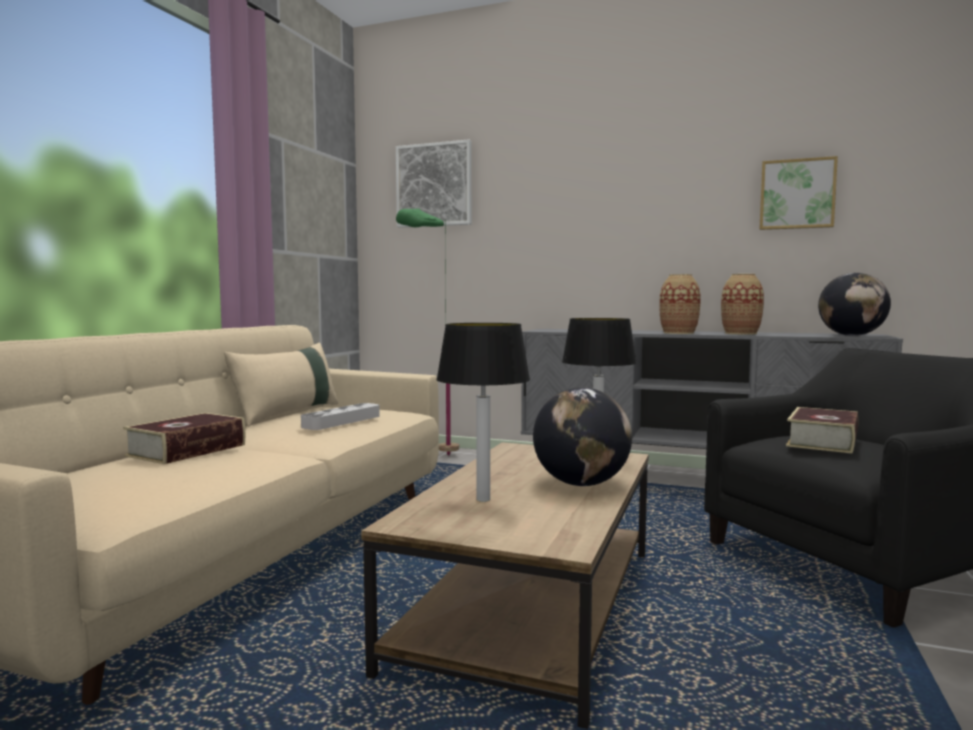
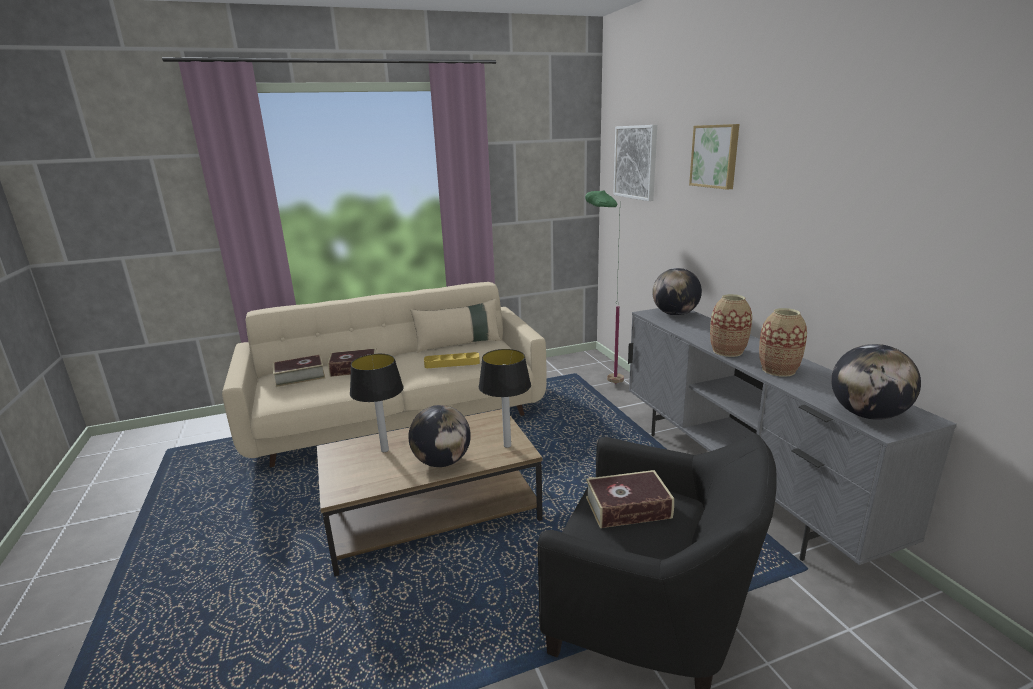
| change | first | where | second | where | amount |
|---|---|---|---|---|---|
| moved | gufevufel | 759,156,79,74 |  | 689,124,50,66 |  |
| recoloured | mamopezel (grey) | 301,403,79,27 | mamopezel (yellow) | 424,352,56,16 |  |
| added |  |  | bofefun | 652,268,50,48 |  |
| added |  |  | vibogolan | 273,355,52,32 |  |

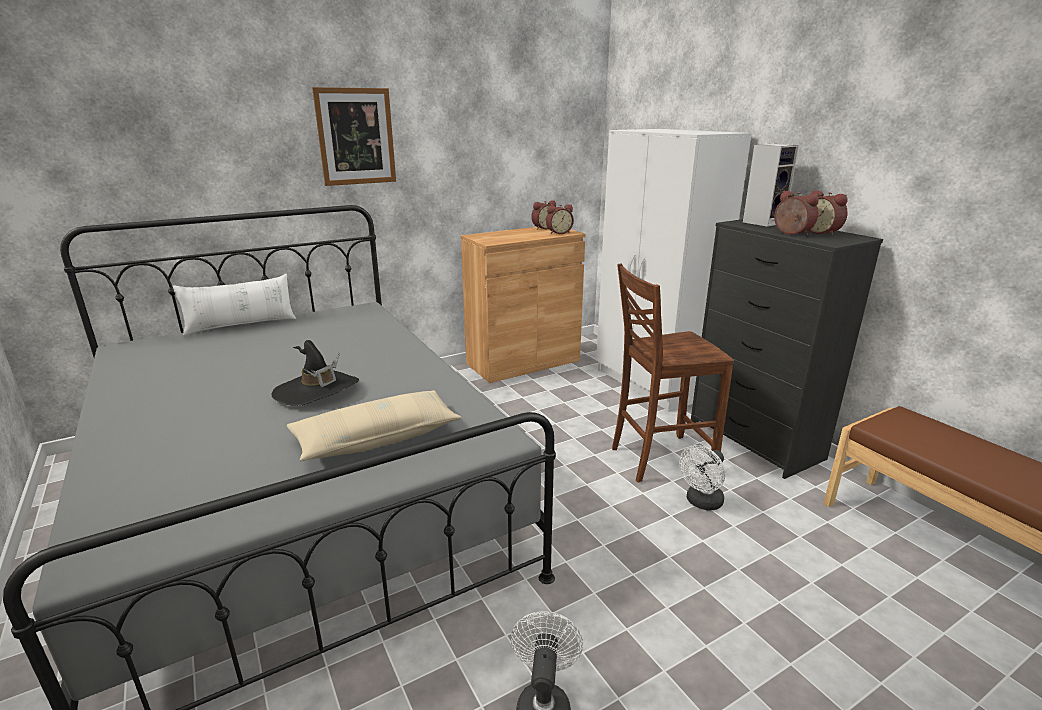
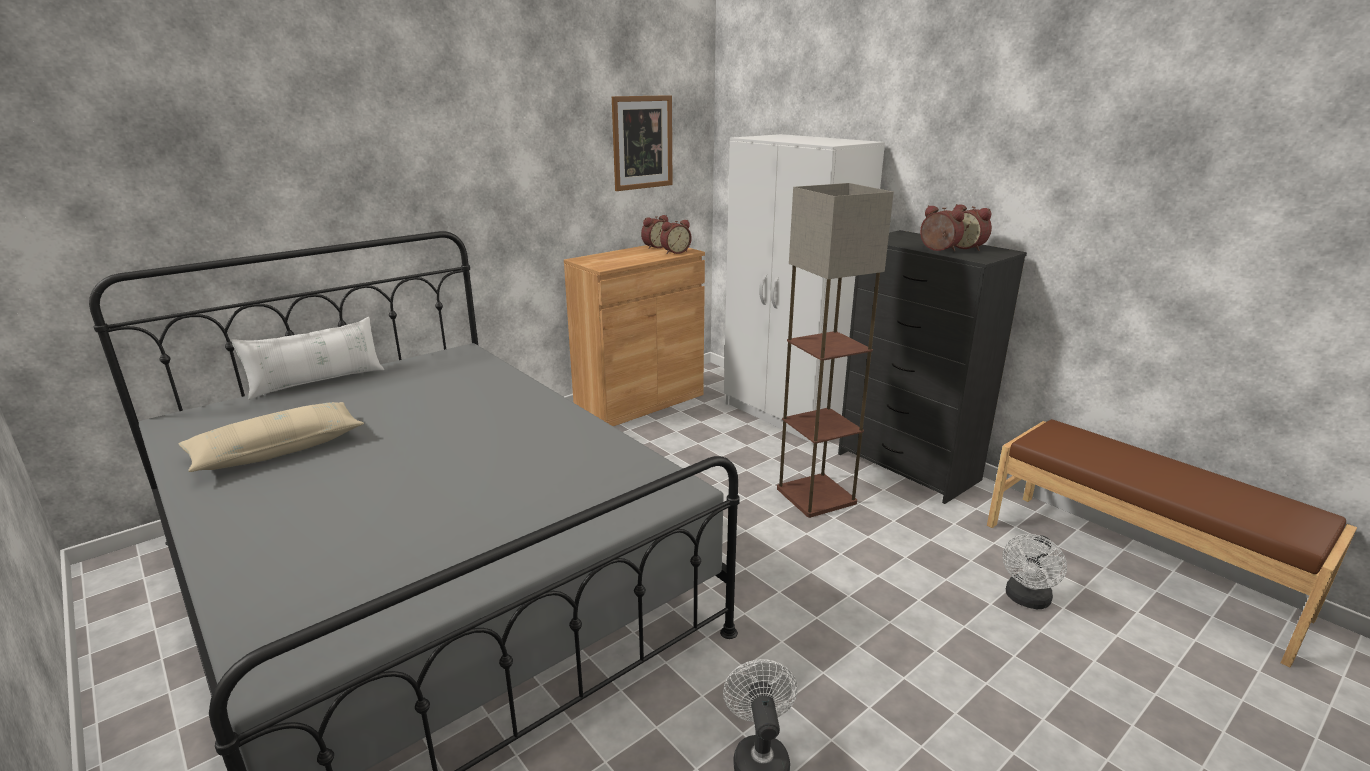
| change | first | where | second | where | amount |
|---|---|---|---|---|---|
| moved | gufevufel | 312,87,84,99 |  | 612,95,61,96 |  |
| removed | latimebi | 743,144,56,83 |  |  |  |
| replaced | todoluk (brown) | 612,264,122,219 | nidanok | 777,183,117,335 |  |
| removed | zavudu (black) | 271,340,88,66 |  |  |  |
| moved | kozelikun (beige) | 287,390,175,71 |  | 178,402,186,70 |  |
| moved | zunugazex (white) | 679,445,46,65 |  | 1003,534,64,75 |  |

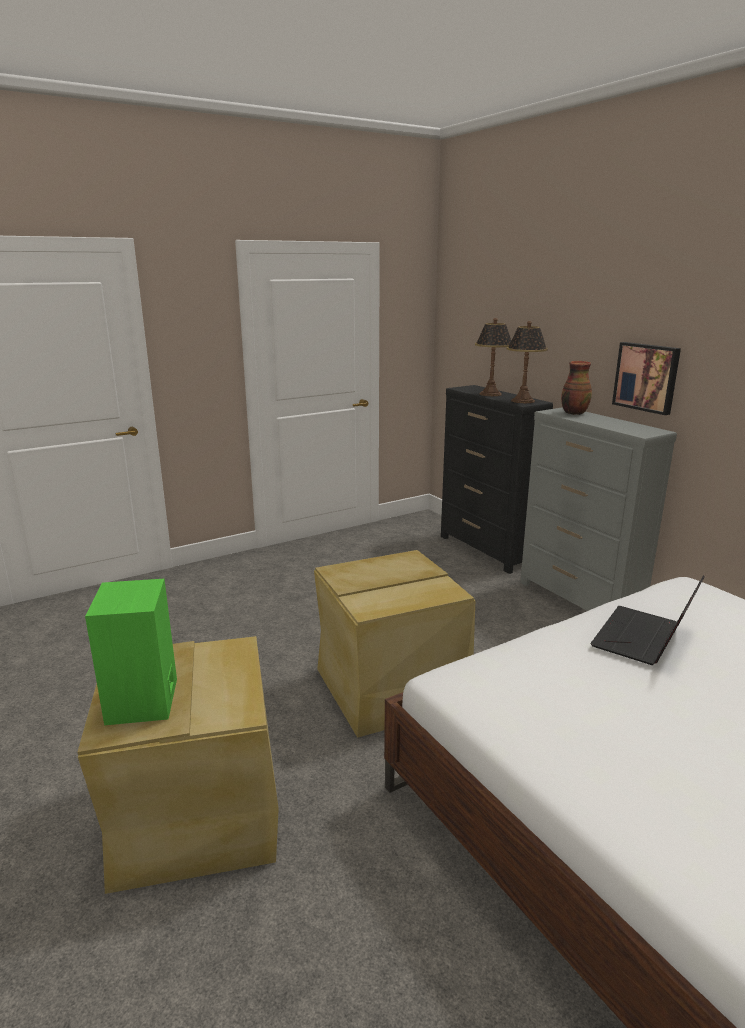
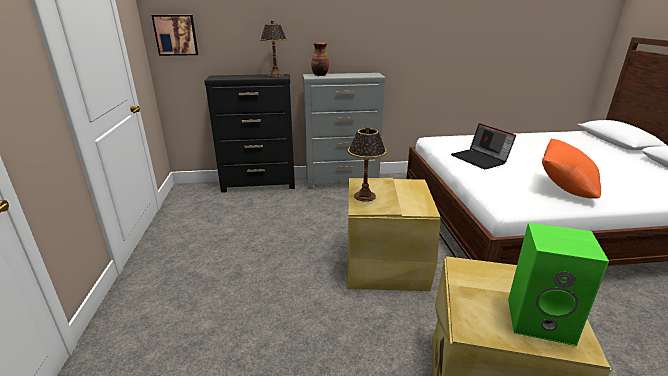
| change | first | where | second | where | amount |
|---|---|---|---|---|---|
| moved | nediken | 475,318,36,78 |  | 348,126,39,76 |  |
| moved | gufevufel | 612,342,69,73 |  | 152,15,46,41 |  |
| added |  |  | kozelikun (orange) | 542,139,59,60 |  |

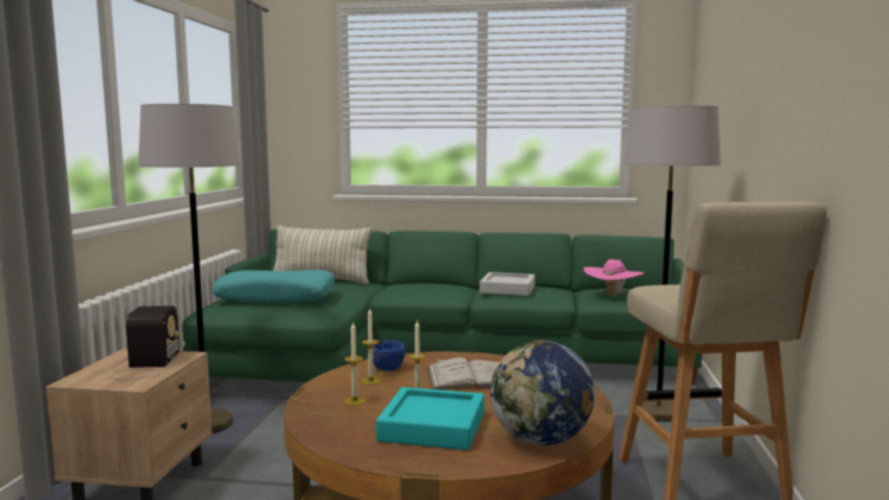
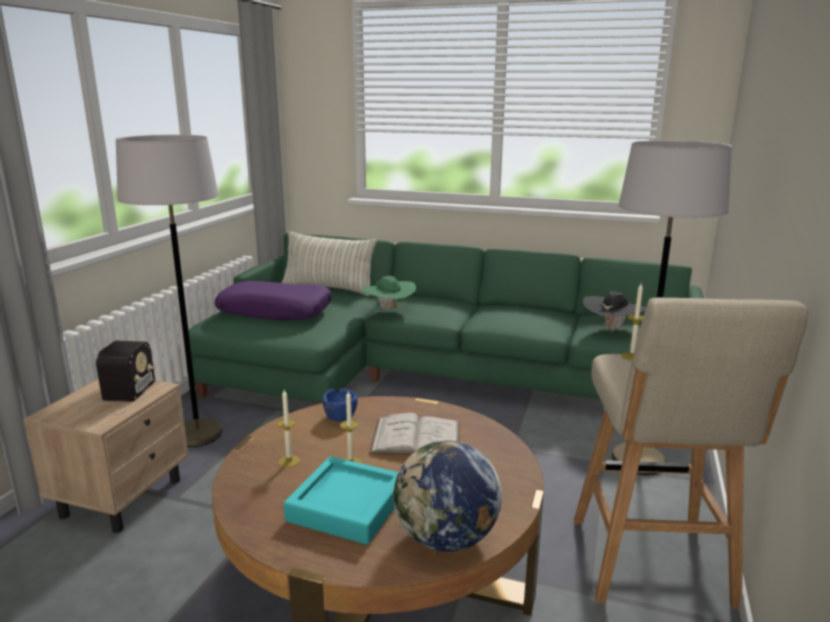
| change | first | where | second | where | amount |
|---|---|---|---|---|---|
| recoloured | zavudu (pink) | 584,259,60,38 | zavudu (black) | 583,291,63,40 |  |
| recoloured | kozelikun (turquoise) | 213,269,122,35 | kozelikun (purple) | 215,281,117,40 |  |
| removed | mamopezel (grey) | 480,272,55,24 |  |  |  |
| moved | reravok | 361,309,20,76 |  | 621,284,23,77 |  |
| added |  |  | zavudu (green) | 361,276,55,34 |  |

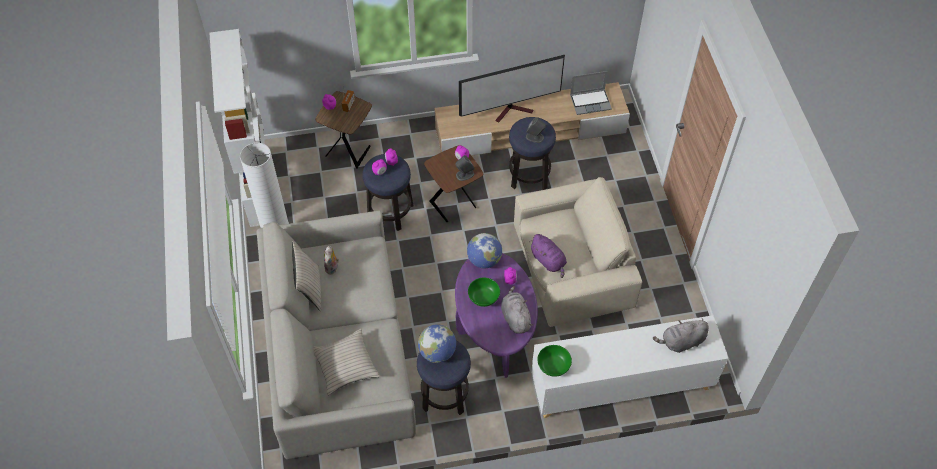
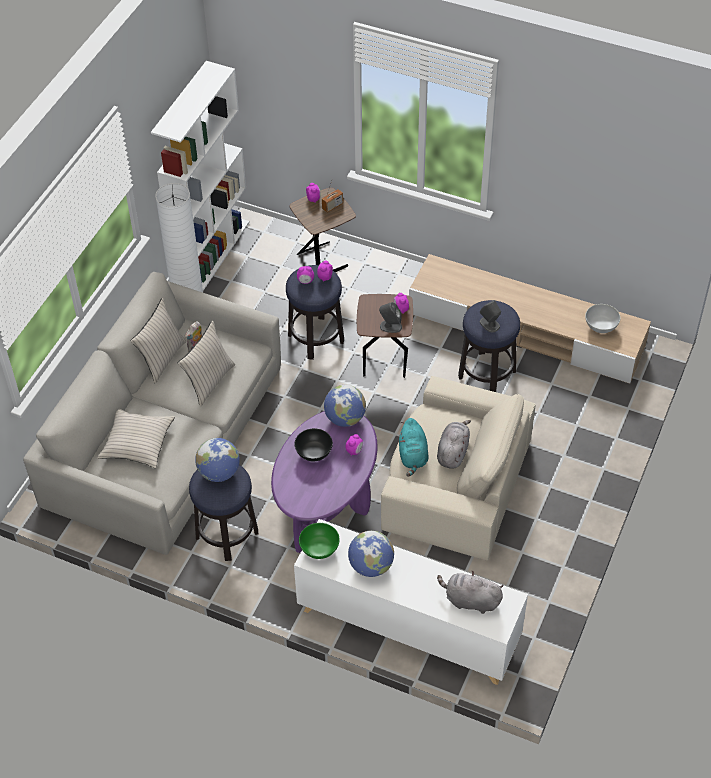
| change | first | where | second | where | amount |
|---|---|---|---|---|---|
| removed | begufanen | 459,55,106,68 |  |  |  |
| replaced | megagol | 570,71,42,44 | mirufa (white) | 585,304,36,29 |  |
| recoloured | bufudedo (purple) | 529,234,38,44 | bufudedo (turquoise) | 399,418,30,59 |  |
| recoloured | mirufa (green) | 468,277,32,30 | mirufa (black) | 294,428,39,34 |  |
| moved | bufudedo (grey) | 501,286,32,48 |  | 437,420,34,49 |  |
| added |  |  | kozelikun (beige) | 178,320,57,87 |  |
| added |  |  | bofefun | 348,531,46,46 |  |

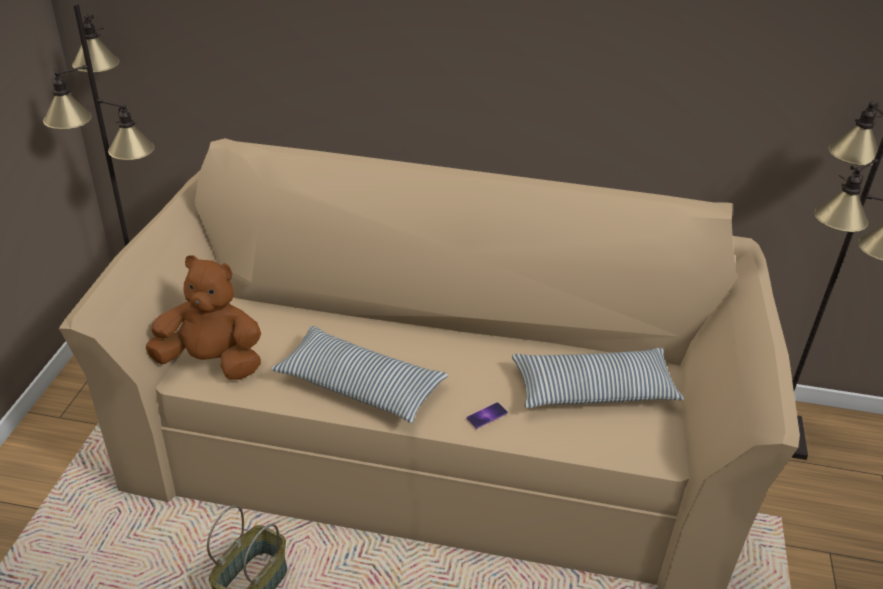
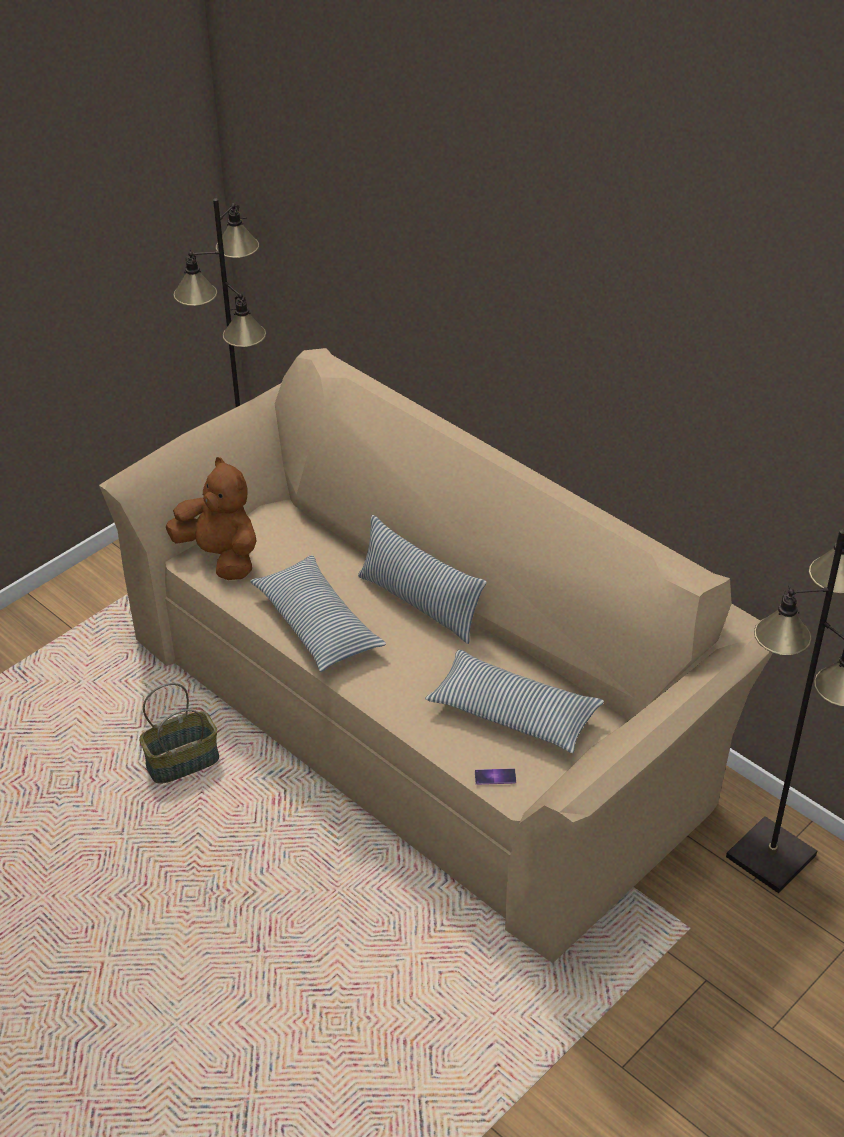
| change | first | where | second | where | amount |
|---|---|---|---|---|---|
| moved | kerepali | 466,402,42,27 |  | 475,768,41,17 |  |
| added |  |  | kozelikun | 358,515,128,129 |  |

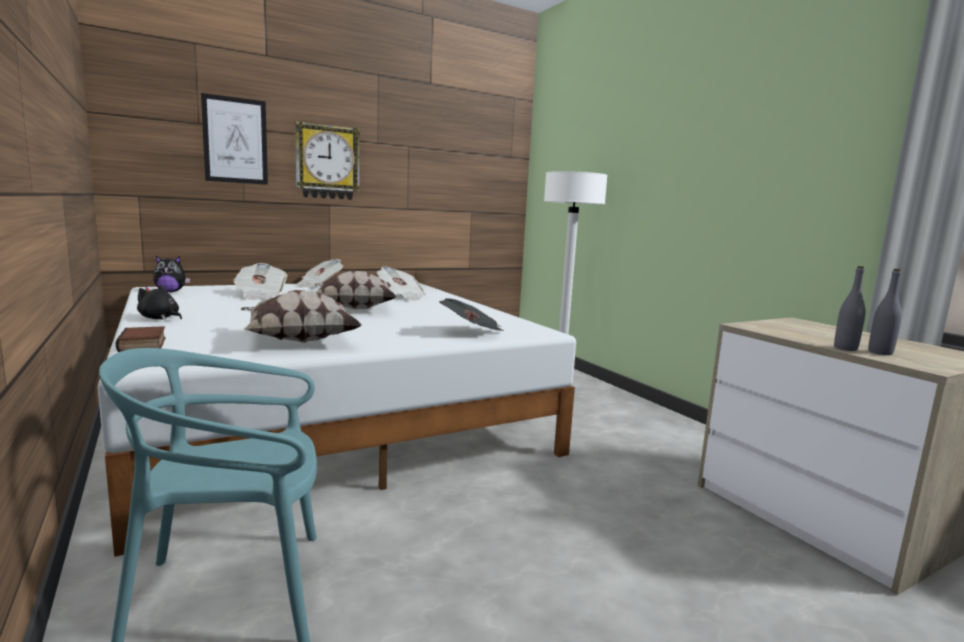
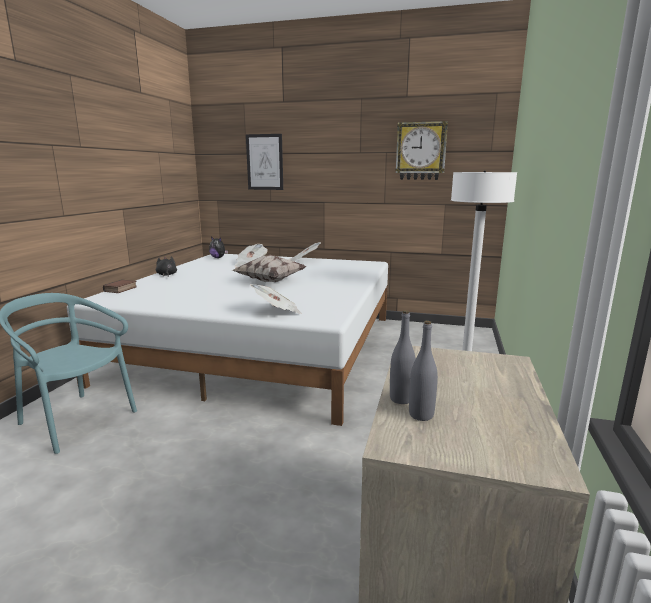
| change | first | where | second | where | amount |
|---|---|---|---|---|---|
| moved | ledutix | 295,121,65,79 |  | 395,121,53,59 |  |
| removed | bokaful | 377,266,49,35 |  |  |  |
| removed | kozelikun | 241,290,121,53 |  |  |  |

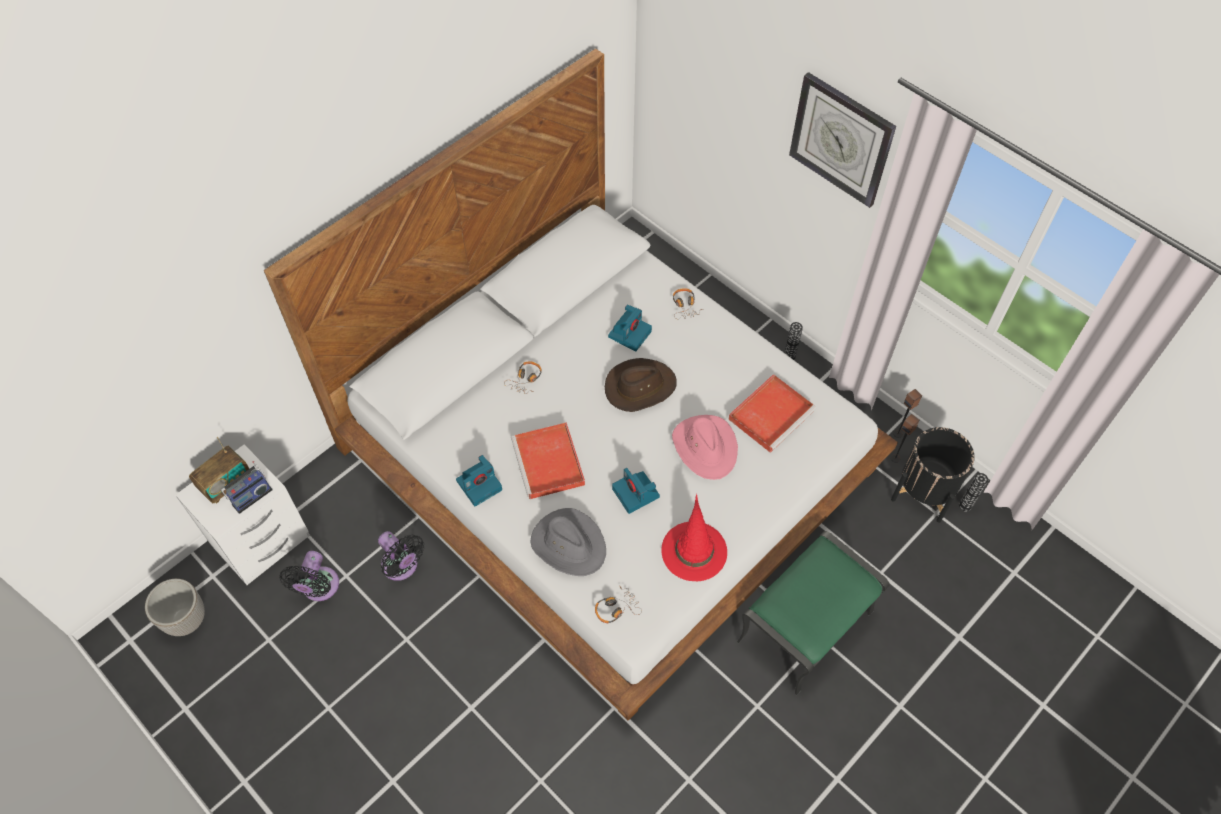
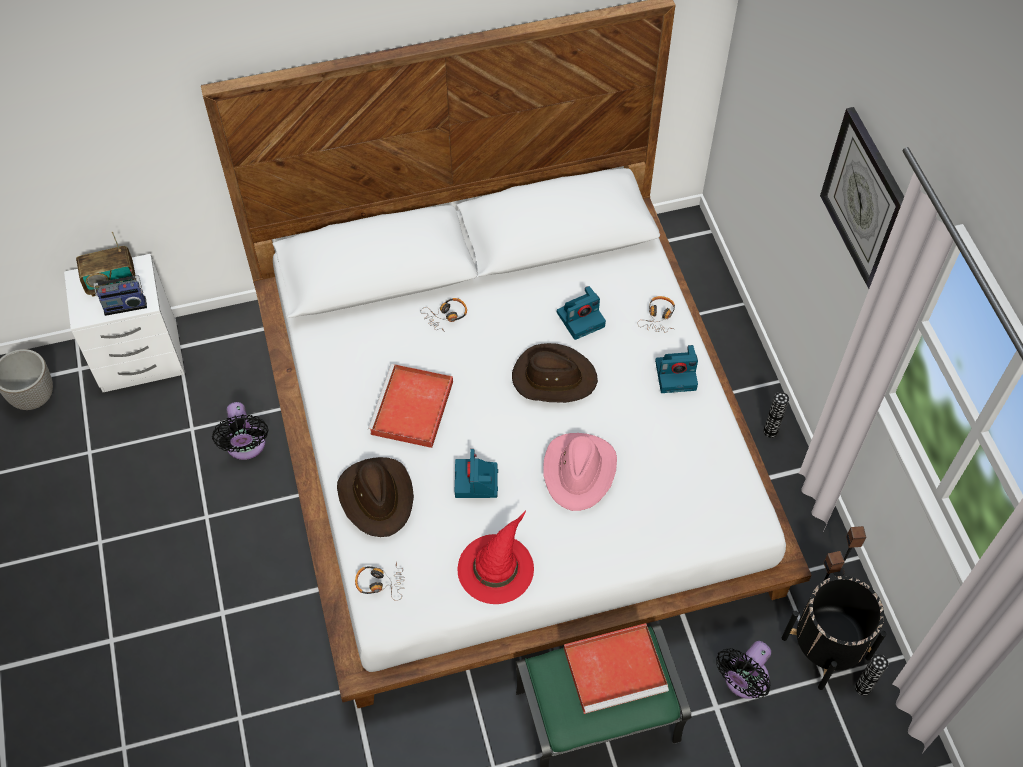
| change | first | where | second | where | amount |
|---|---|---|---|---|---|
| moved | mamopezel (red) | 729,374,87,79 |  | 564,623,105,91 |  |
| moved | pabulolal | 456,455,46,52 |  | 655,345,43,48 |  |
| recoloured | zavudu (grey) | 531,508,75,68 | zavudu (brown) | 337,457,77,80 |  |
| moved | zunugazex (black) | 279,551,60,50 |  | 716,641,55,58 |  |

